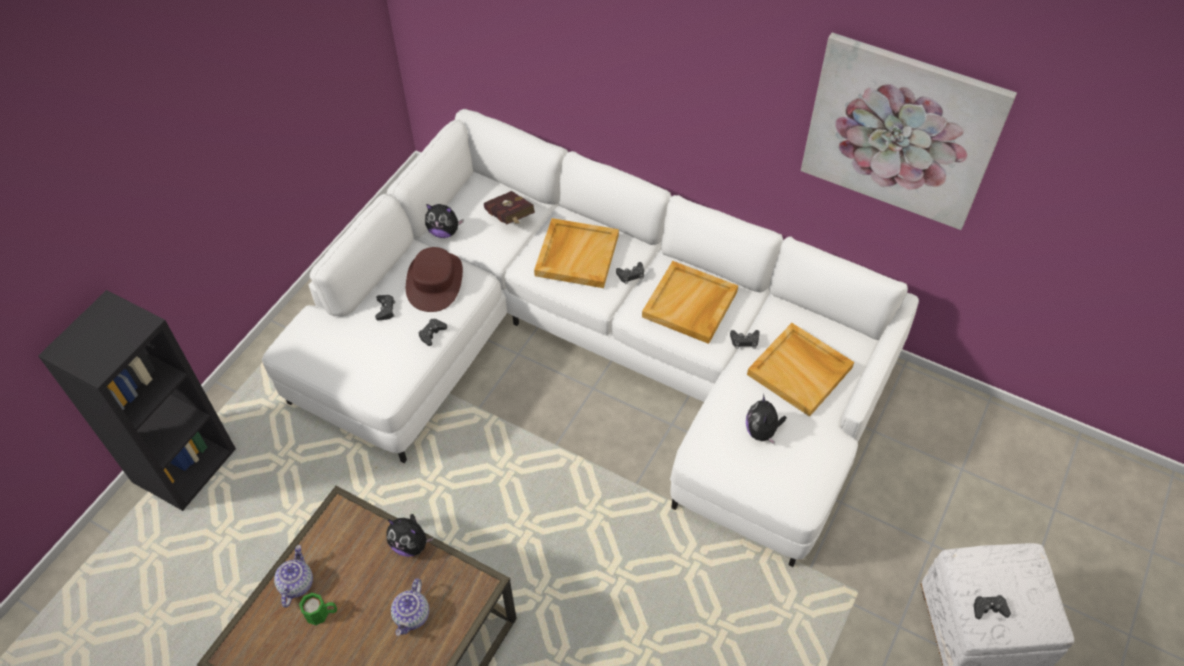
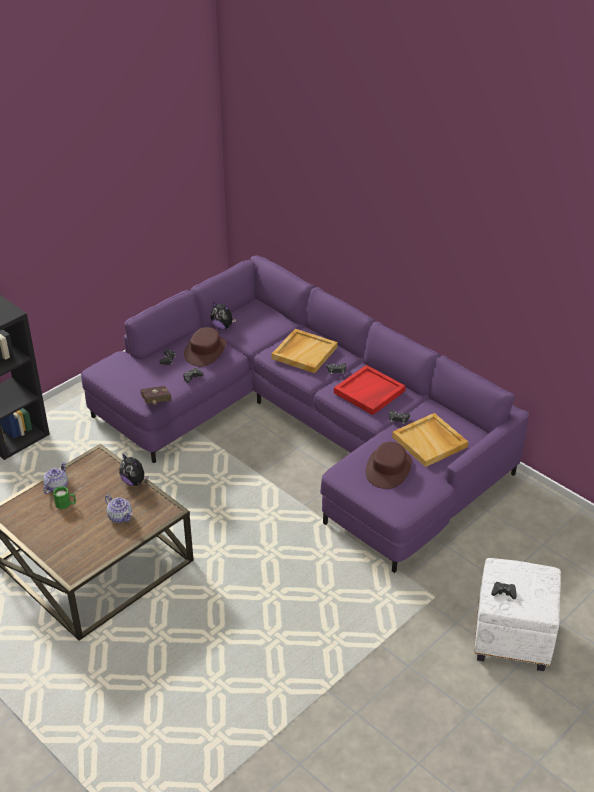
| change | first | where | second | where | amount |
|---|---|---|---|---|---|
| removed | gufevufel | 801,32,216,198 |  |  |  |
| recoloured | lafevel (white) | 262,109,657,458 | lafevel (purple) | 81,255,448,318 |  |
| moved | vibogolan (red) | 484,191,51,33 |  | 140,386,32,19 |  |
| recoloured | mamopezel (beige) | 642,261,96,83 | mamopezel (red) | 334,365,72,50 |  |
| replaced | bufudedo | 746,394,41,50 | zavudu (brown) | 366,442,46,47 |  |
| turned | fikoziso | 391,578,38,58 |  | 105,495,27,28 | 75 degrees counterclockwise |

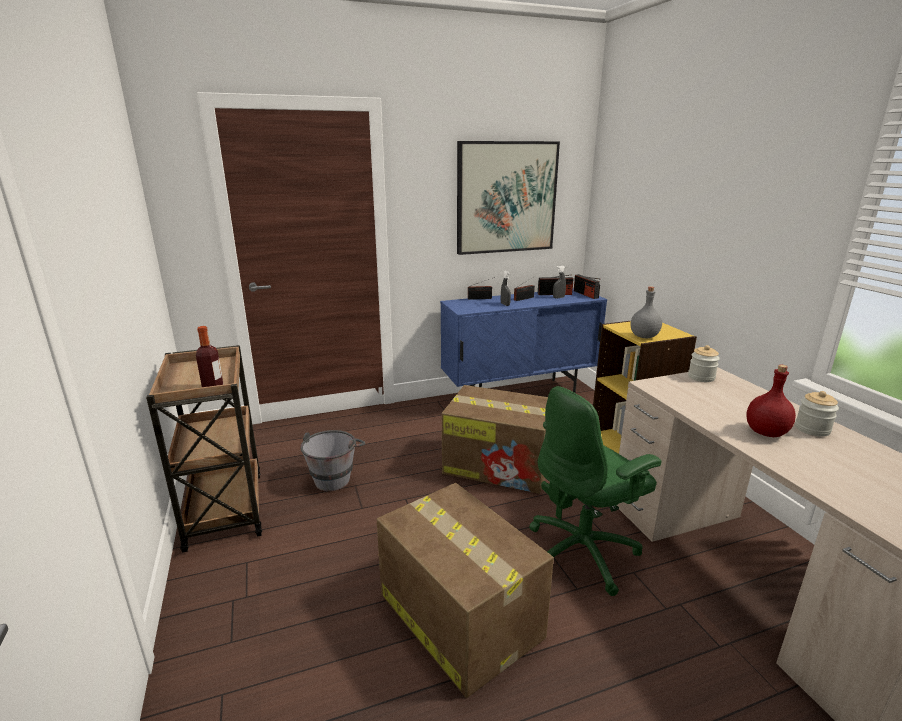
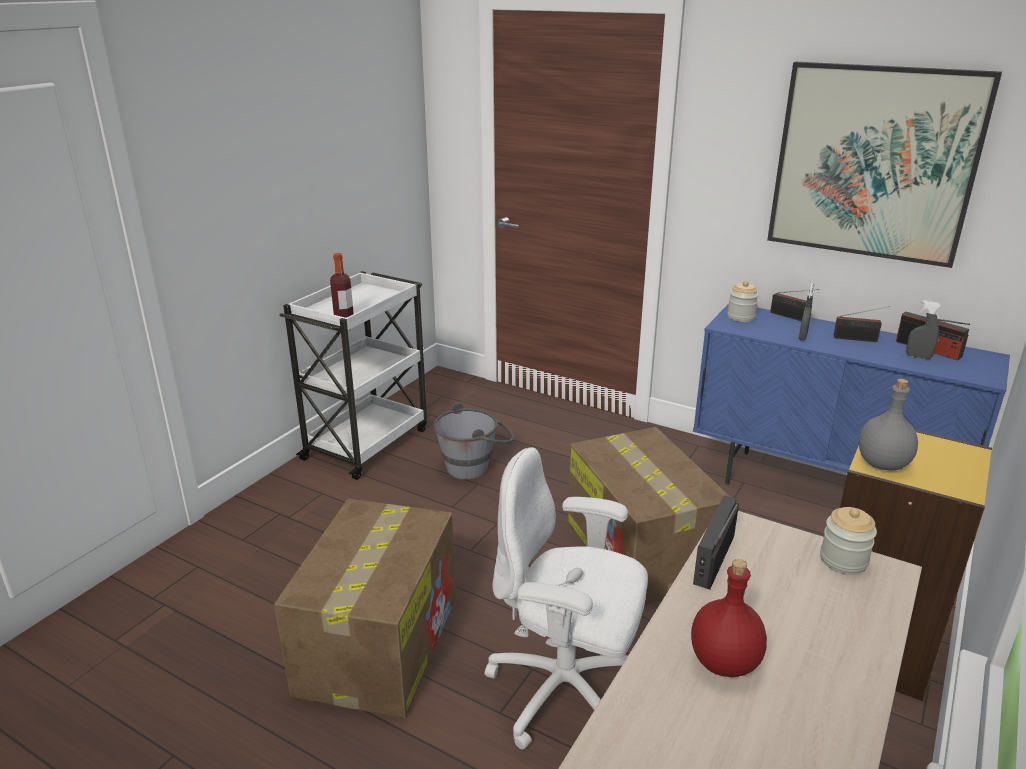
| change | first | where | second | where | amount |
|---|---|---|---|---|---|
| moved | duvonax | 574,274,26,25 |  | 693,496,46,94 |  |
| recoloured | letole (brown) | 146,345,116,208 | letole (white) | 279,271,148,209 |  |
| recoloured | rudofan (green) | 529,386,133,210 | rudofan (white) | 485,447,163,303 |  |
| moved | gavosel | 795,391,44,46 |  | 727,281,32,41 |  |

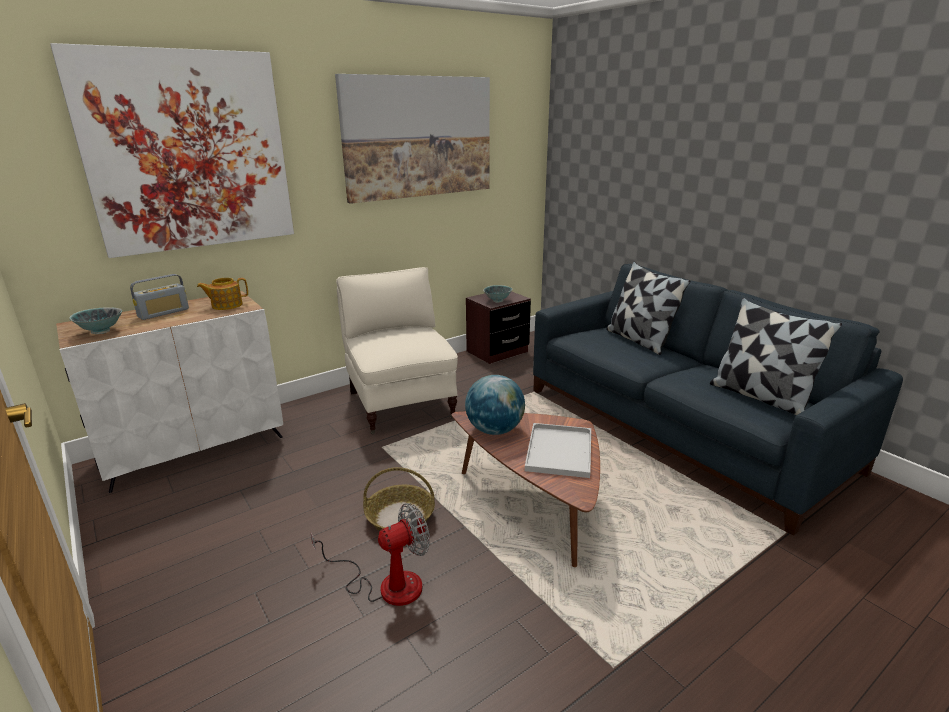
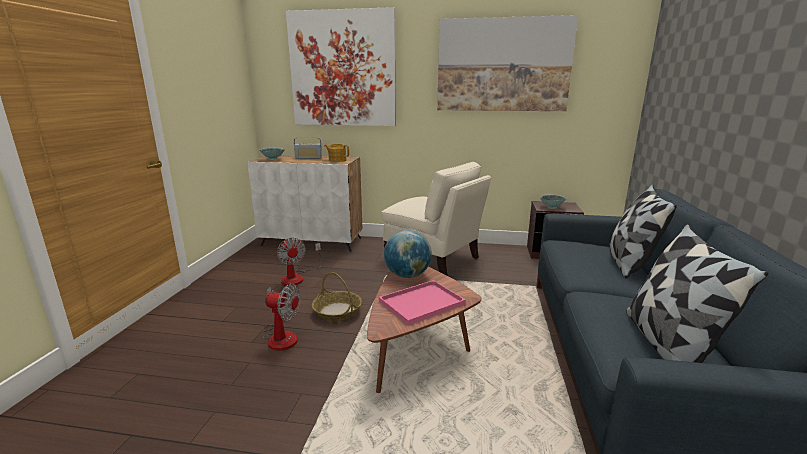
| change | first | where | second | where | amount |
|---|---|---|---|---|---|
| turned | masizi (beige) | 336,267,122,168 |  | 382,162,109,114 | 105 degrees clockwise |
| recoloured | mamopezel (white) | 525,423,66,55 | mamopezel (pink) | 379,280,87,45 |  |
| added |  |  | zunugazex | 277,238,44,48 |  |

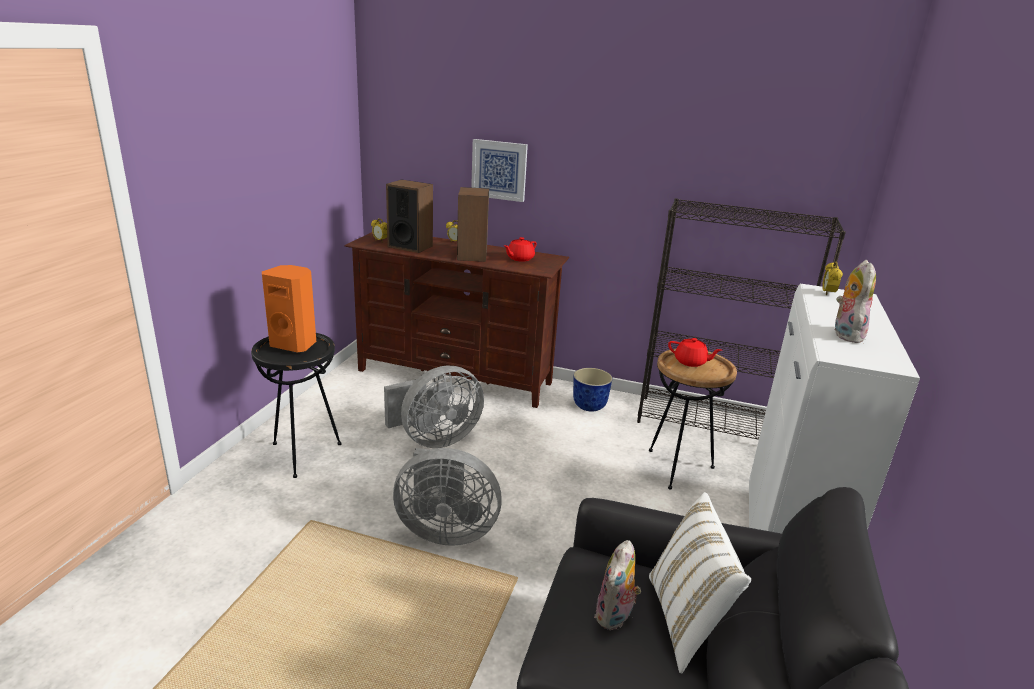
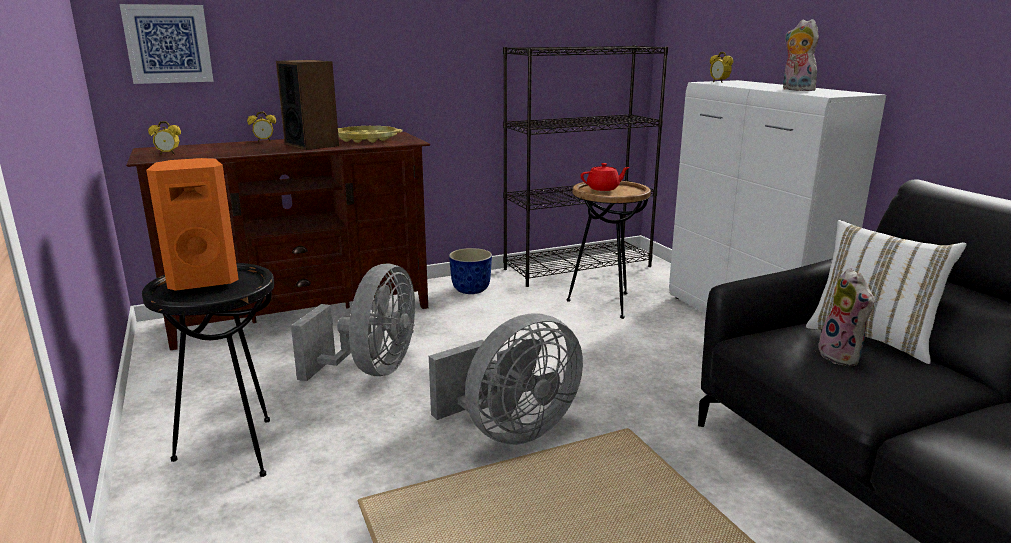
| change | first | where | second | where | amount |
|---|---|---|---|---|---|
| moved | gufevufel | 471,139,57,63 |  | 120,4,94,80 |  |
| removed | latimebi | 386,179,47,74 |  |  |  |
| replaced | fikoziso (red) | 505,237,32,24 | mamopezel (yellow) | 338,126,64,17 |  |

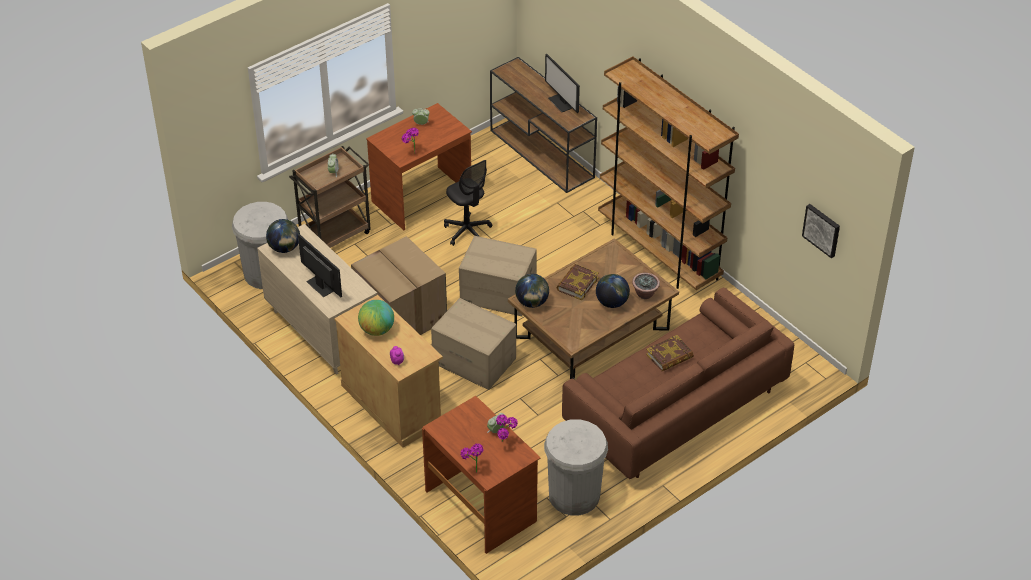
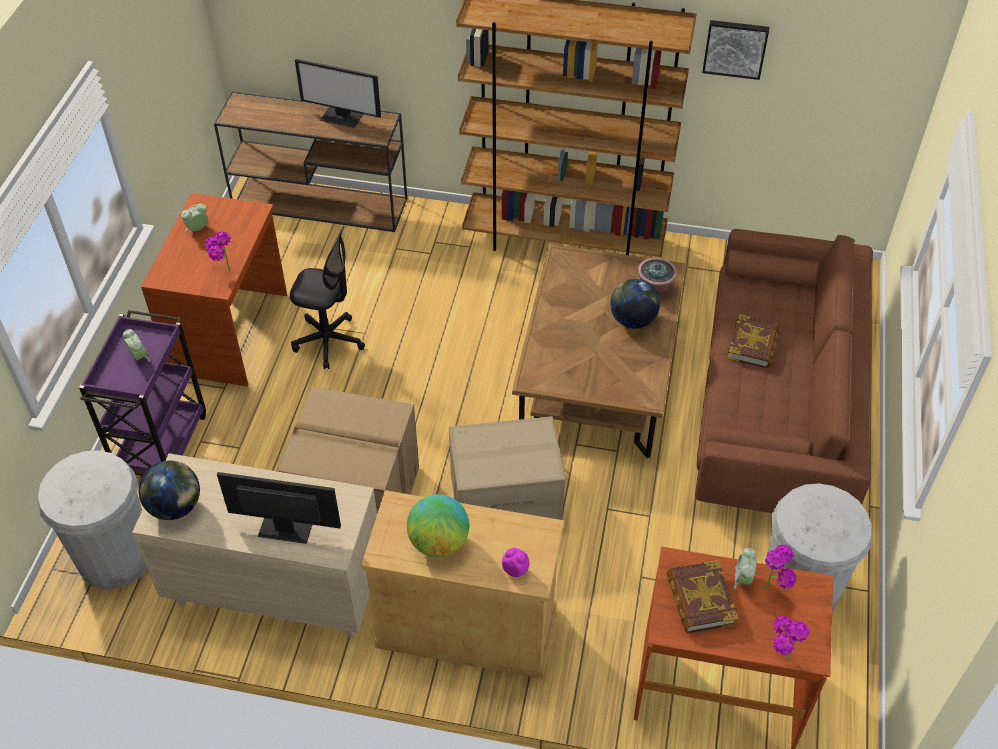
| change | first | where | second | where | amount |
|---|---|---|---|---|---|
| recoloured | letole (brown) | 289,146,81,102 | letole (purple) | 79,310,127,166 |  |
| moved | gufevufel | 802,204,38,54 |  | 702,20,68,60 |  |
| removed | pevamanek | 459,236,78,80 |  |  |  |
| moved | vibogolan | 556,264,43,36 |  | 667,560,71,73 |  |
| removed | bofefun | 515,274,34,34 |  |  |  |

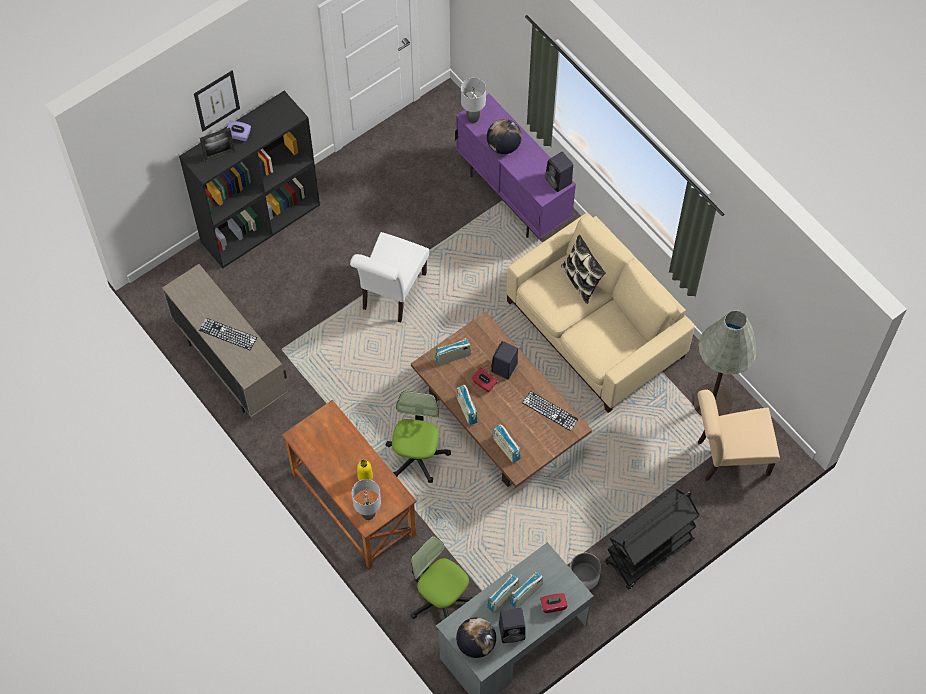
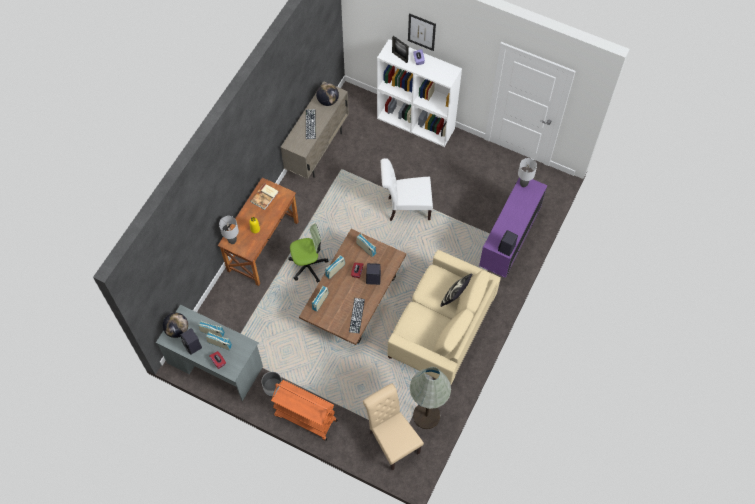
| change | first | where | second | where | amount |
|---|---|---|---|---|---|
| recoloured | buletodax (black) | 179,91,141,177 | buletodax (white) | 377,39,85,108 |  |
| moved | bofefun | 487,119,35,35 |  | 316,83,23,23 |  |
| recoloured | letole (black) | 605,489,95,101 | letole (orange) | 271,380,66,61 |  |
| removed | rudofan | 411,536,62,83 |  |  |  |
| added |  |  | vibogolan | 250,183,28,27 |  |

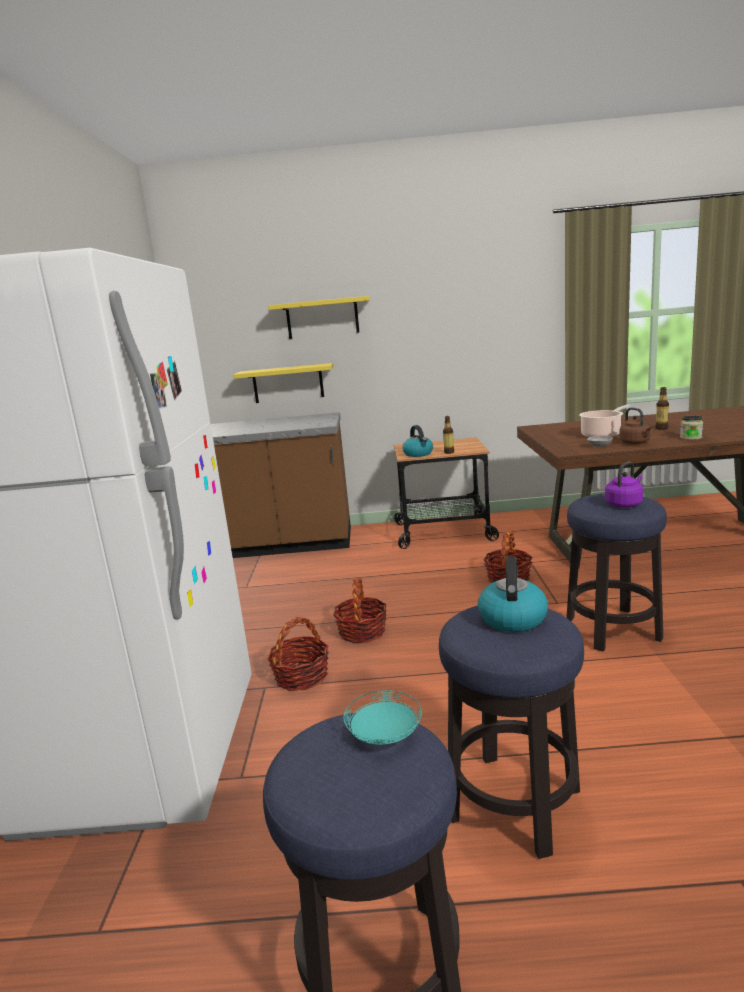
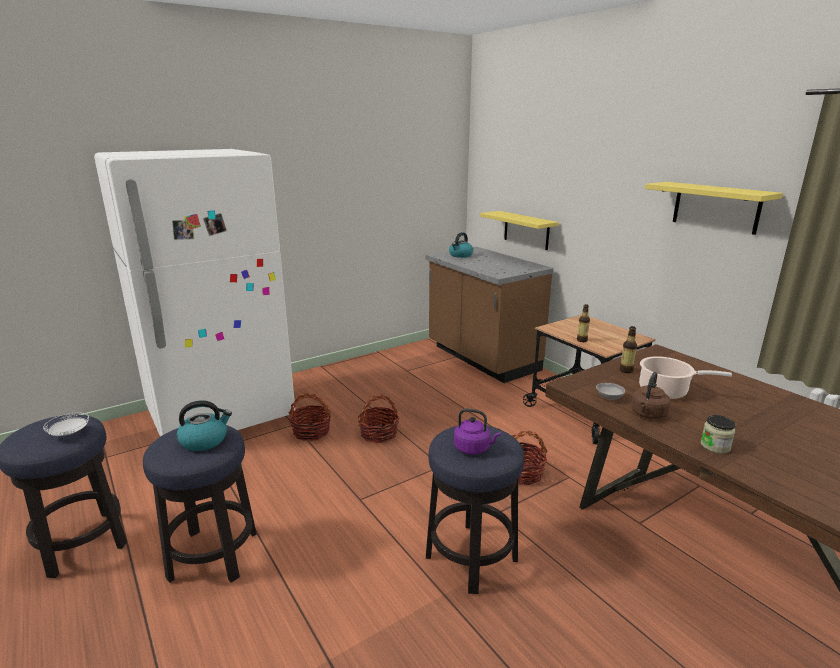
| change | first | where | second | where | amount |
|---|---|---|---|---|---|
| moved | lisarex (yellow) | 268,296,101,43 |  | 645,182,138,53 |  |
| moved | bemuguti | 655,387,14,43 |  | 620,326,17,47 |  |
| moved | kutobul | 403,425,30,32 |  | 449,232,24,26 |  |
| recoloured | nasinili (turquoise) | 343,690,79,55 | nasinili (white) | 43,413,46,23 |  |

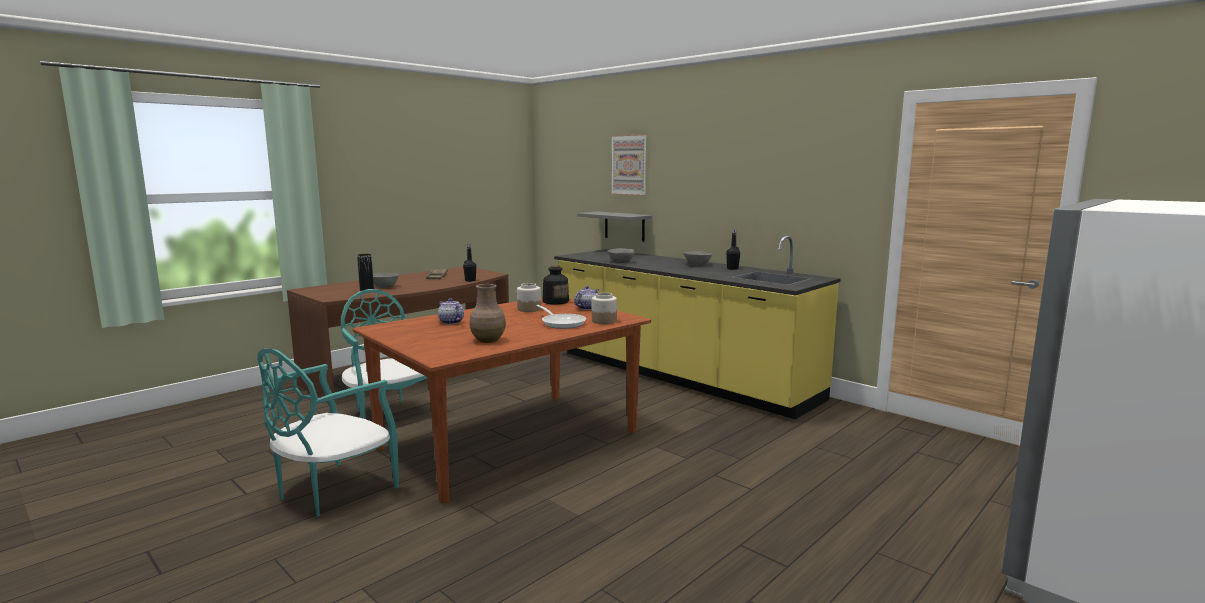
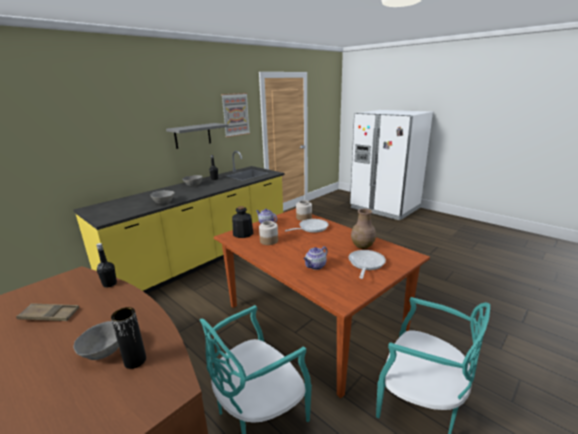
| change | first | where | second | where | amount |
|---|---|---|---|---|---|
| moved | gufevufel | 611,134,36,62 |  | 221,93,29,44 |  |
| moved | lisarex (grey) | 577,211,75,31 |  | 166,123,63,26 |  |
| added |  |  | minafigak | 349,250,37,29 |  |

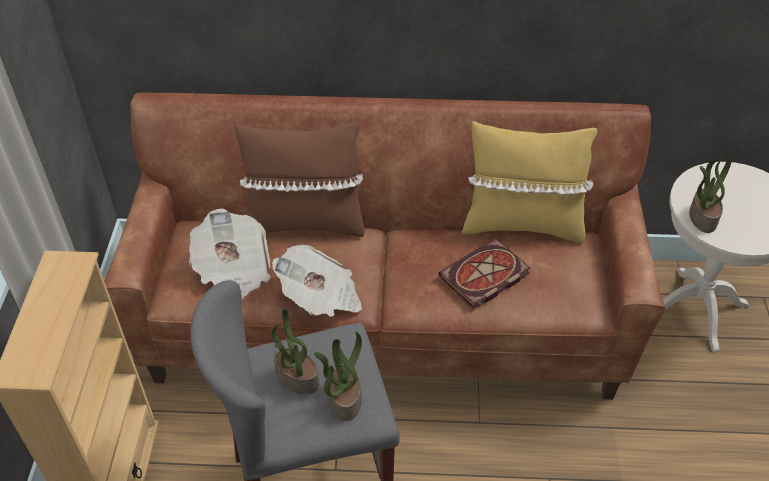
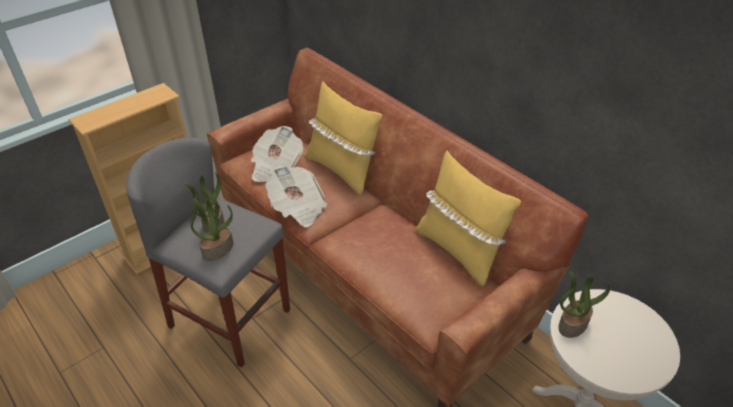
| change | first | where | second | where | amount |
|---|---|---|---|---|---|
| recoloured | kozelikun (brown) | 235,122,130,115 | kozelikun (yellow) | 305,82,77,113 |  |
| removed | vibogolan | 438,238,93,71 |  |  |  |

